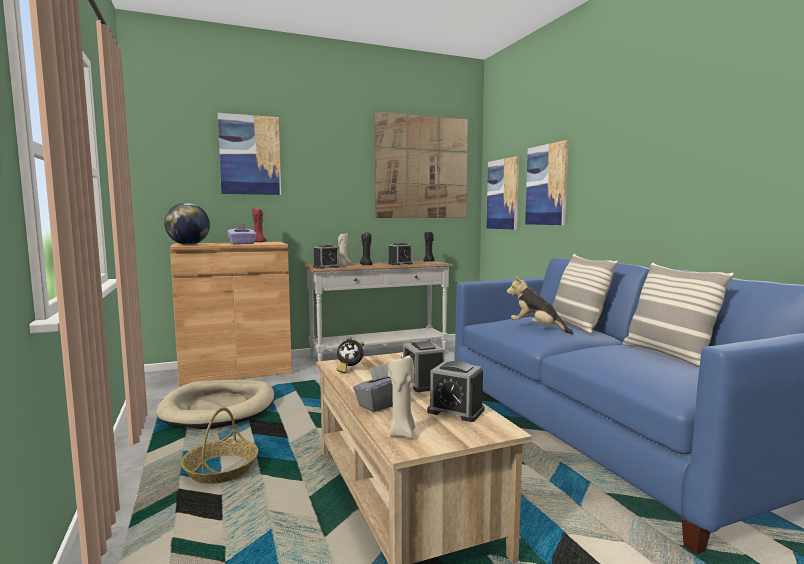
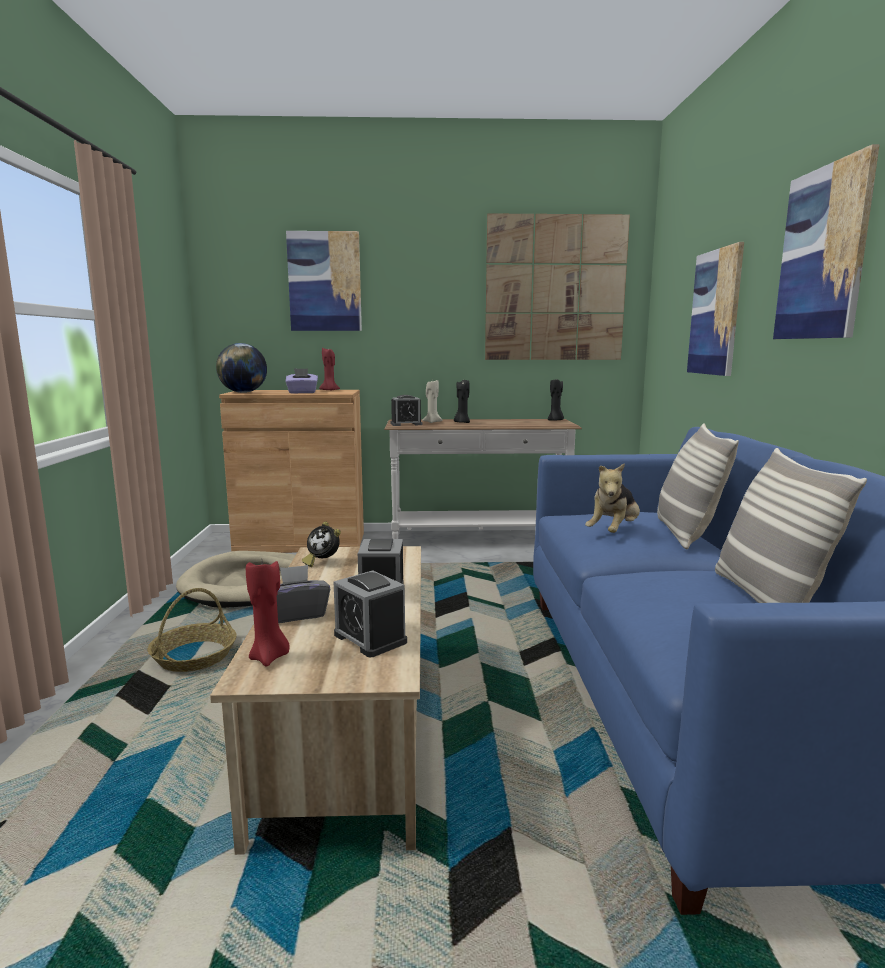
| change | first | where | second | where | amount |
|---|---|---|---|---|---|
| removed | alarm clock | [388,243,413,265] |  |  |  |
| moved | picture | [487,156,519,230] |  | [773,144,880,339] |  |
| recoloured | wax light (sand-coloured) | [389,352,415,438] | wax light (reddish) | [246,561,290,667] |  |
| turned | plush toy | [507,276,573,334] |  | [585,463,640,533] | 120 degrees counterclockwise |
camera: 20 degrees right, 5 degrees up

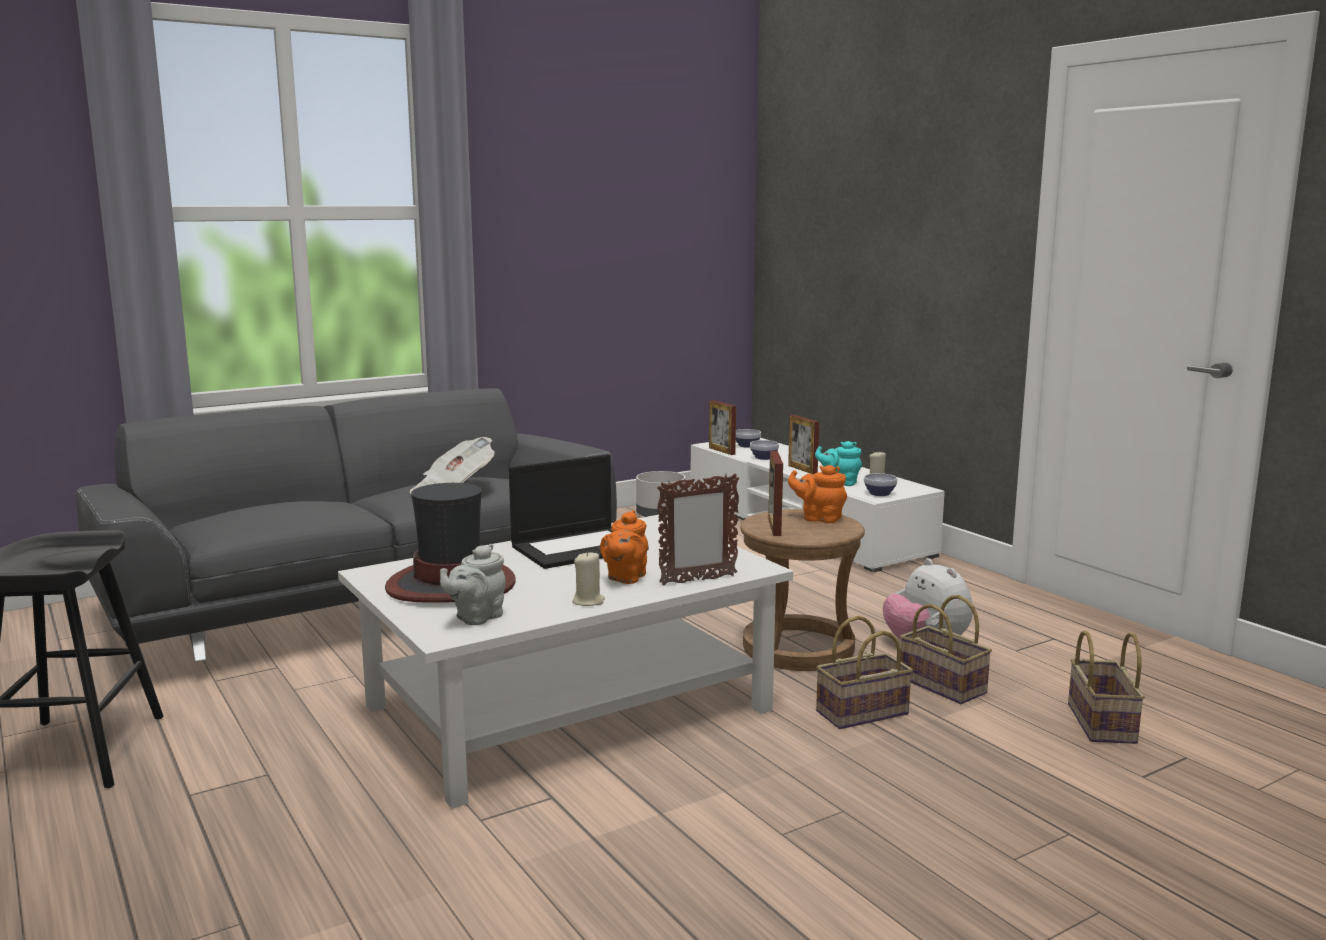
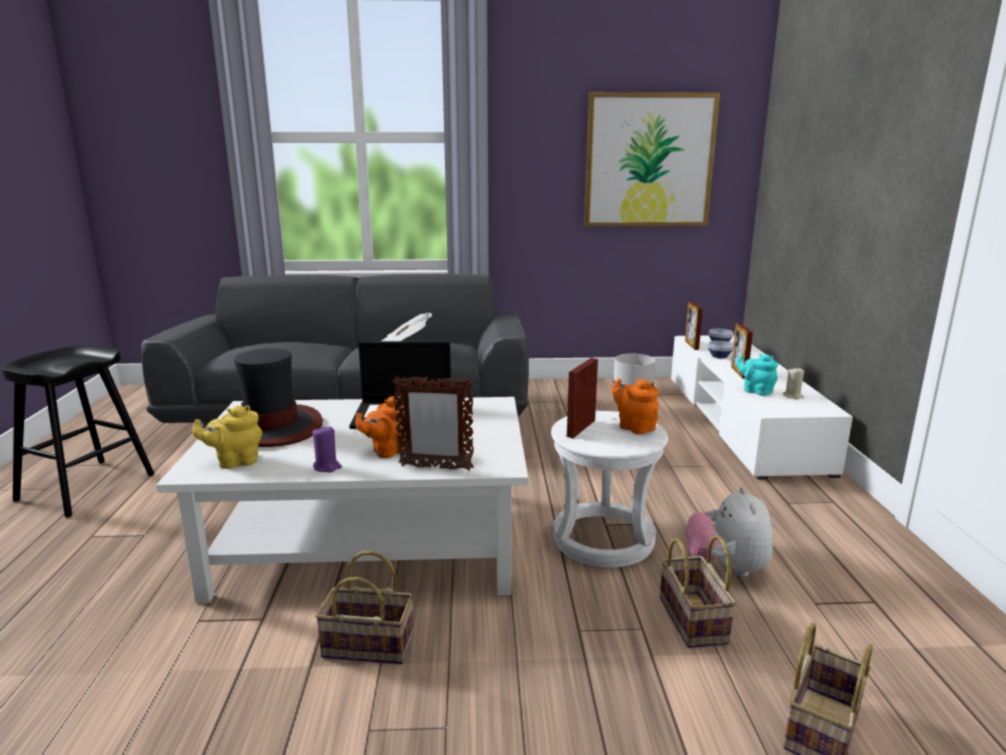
| change | first | where | second | where | amount |
|---|---|---|---|---|---|
| removed | bowl | [864,473,897,496] |  |  |  |
| added |  |  | picture | [584,92,720,226] |  |
| moved | basket | [816,616,913,729] |  | [315,551,414,664] |  |
| recoloured | teapot (gray) | [440,544,506,625] | teapot (yellow) | [192,406,262,469] |  |
| recoloured | wax light (sand-coloured) | [572,551,605,606] | wax light (purplish) | [312,426,342,472] |  |
| recoloured | stool (brown) | [740,509,865,671] | stool (whitish) | [551,411,668,567] |  |
camera: 30 degrees right, 5 degrees up

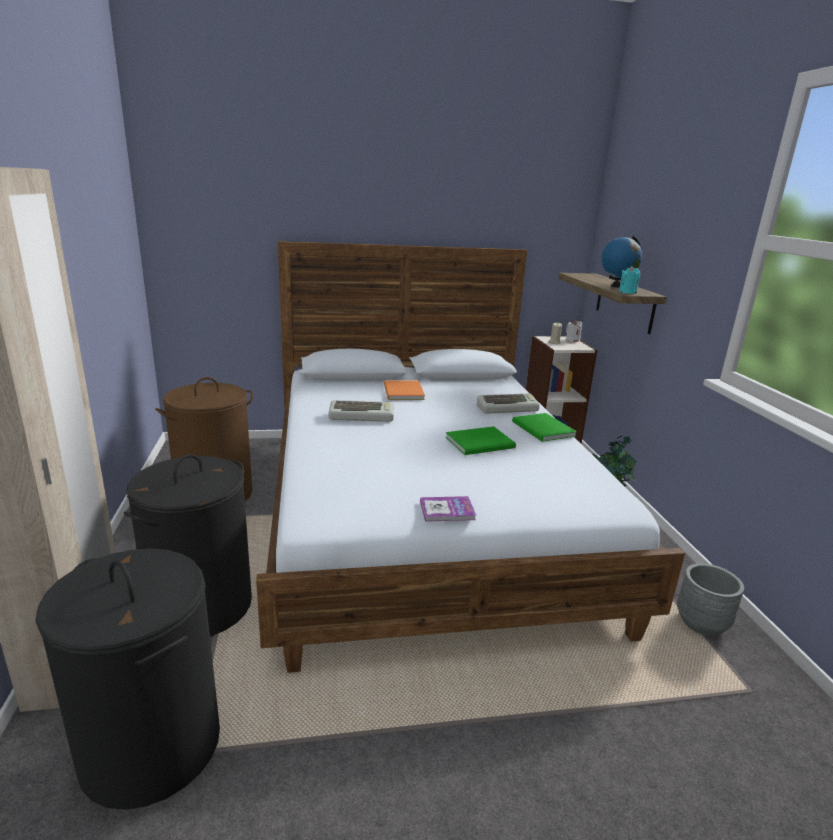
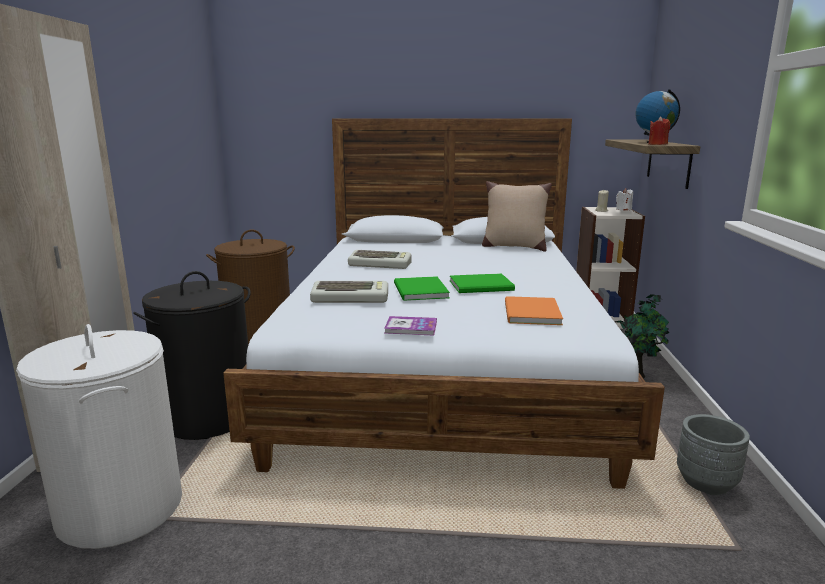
| change | first | where | second | where | amount |
|---|---|---|---|---|---|
| added |  |  | cushion (sand-coloured) | [482,181,552,252] |  |
| moved | bound book (orange-coloured) | [384,380,425,400] |  | [505,296,563,325] |  |
| moved | PC keyboard | [477,393,540,414] |  | [310,281,388,303] |  |
| moved | bound book (green-coloured) | [512,413,577,442] |  | [394,276,450,301] |  |
| recoloured | washing basket (blackish) | [36,549,220,810] | washing basket (whitish) | [16,324,182,549] |  |
| recoloured | wax light (blue-green) | [619,266,641,294] | wax light (reddish) | [648,116,671,145] |  |
camera: 15 degrees right, 5 degrees down

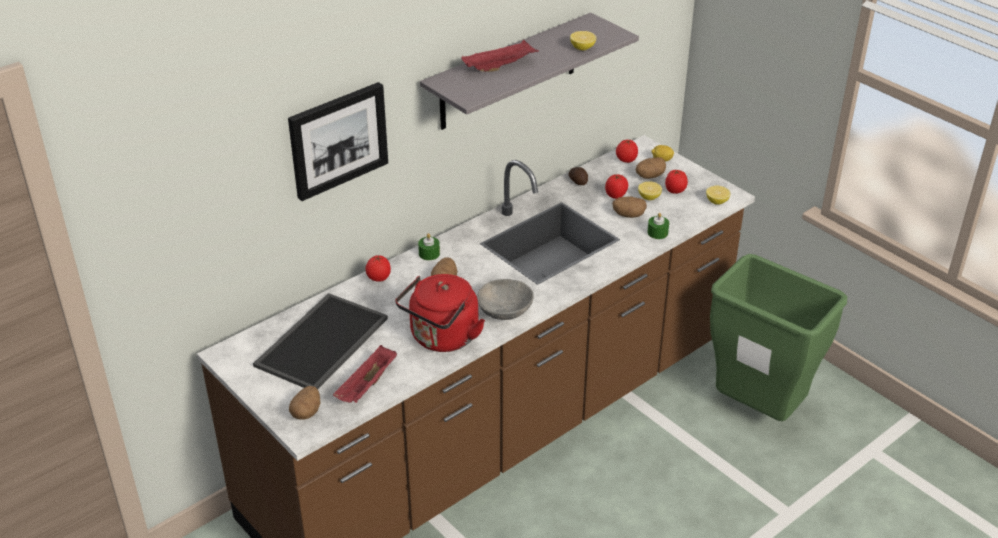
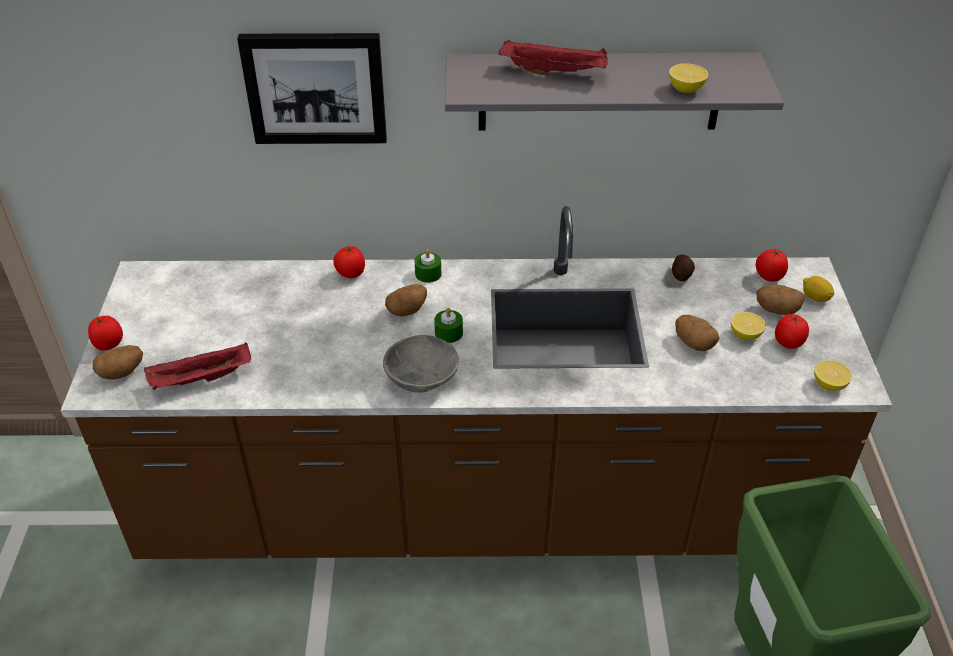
| change | first | where | second | where | amount |
|---|---|---|---|---|---|
| removed | carrying tray | [253,293,388,389] |  |  |  |
| removed | kettle (reddish) | [395,274,485,352] |  |  |  |
| moved | fresh tomato | [605,174,628,199] |  | [88,316,123,351] |  |
| moved | wax light (green-coloured) | [647,213,669,239] |  | [434,308,463,343] |  |
camera: 40 degrees right, 5 degrees up

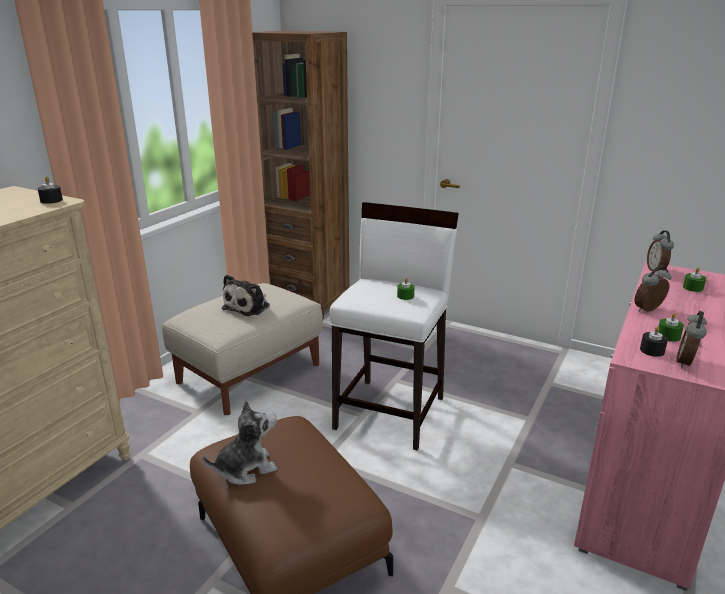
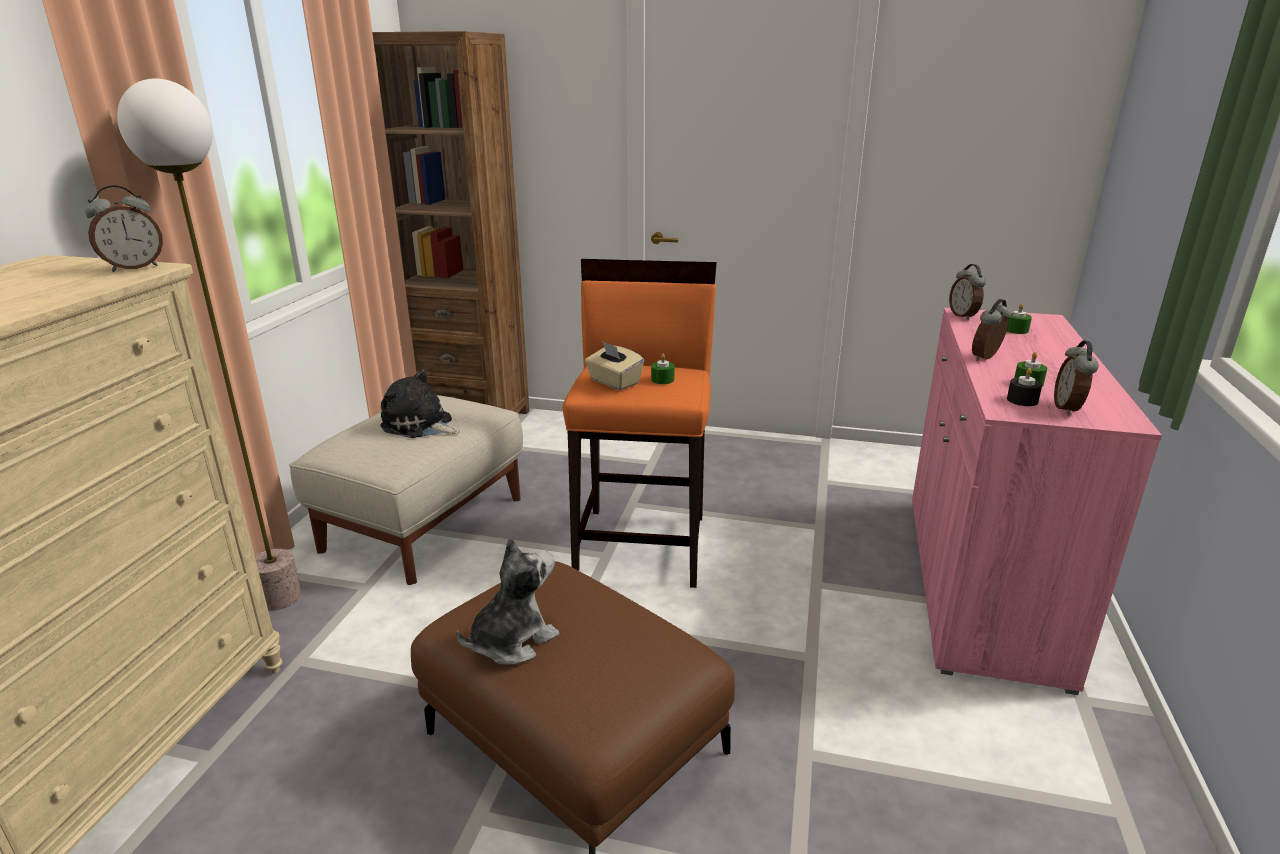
| change | first | where | second | where | amount |
|---|---|---|---|---|---|
| added |  |  | standing lamp | [117,78,301,611] |  |
| added |  |  | tissue box (sand-coloured) | [585,341,644,390] |  |
| replaced | wax light (blackish) | [37,176,63,204] | alarm clock | [85,186,163,272] |  |
| recoloured | stool (whitish) | [330,202,459,451] | stool (orange-coloured) | [562,259,717,588] |  |
| turned | plush toy | [222,275,270,316] |  | [380,369,460,438] | 105 degrees clockwise |
camera: 15 degrees left, 0 degrees up

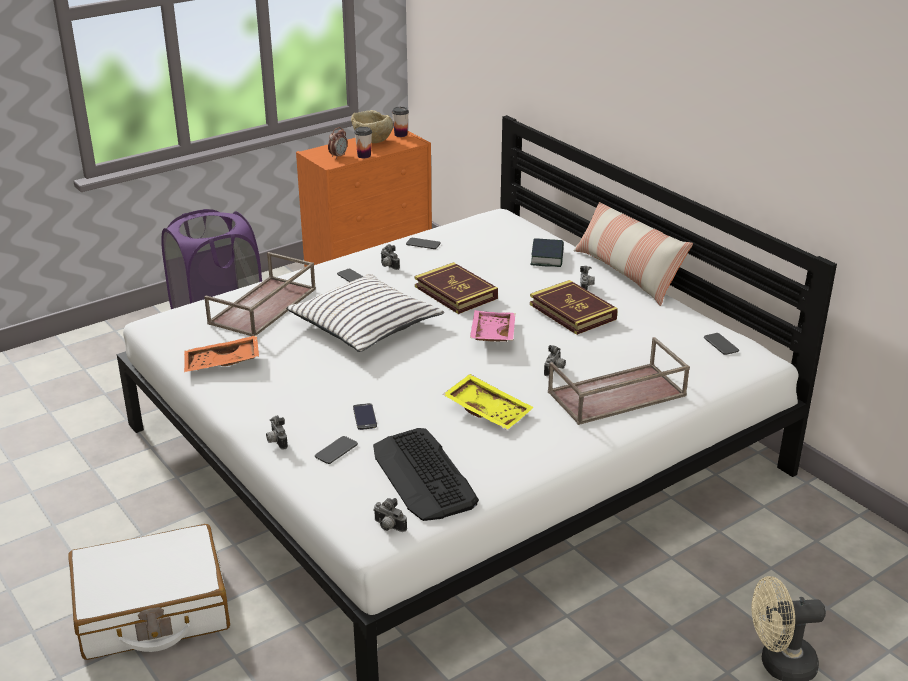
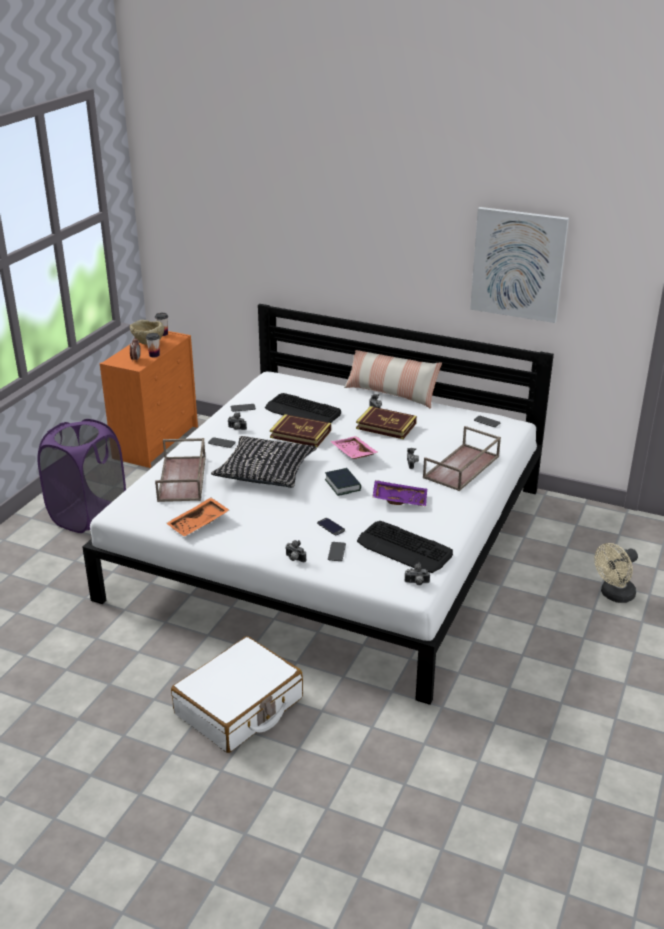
| change | first | where | second | where | amount |
|---|---|---|---|---|---|
| added |  |  | PC keyboard | [265,393,341,423] |  |
| added |  |  | picture | [470,207,569,323] |  |
| moved | bound book | [531,238,564,267] |  | [325,468,361,496] |  |
| recoloured | cushion (whitish) | [286,274,444,352] | cushion (blackish) | [211,436,317,488] |  |
| recoloured | carrying tray (yellow) | [442,374,533,430] | carrying tray (purplish) | [372,480,427,507] |  |
camera: 30 degrees left, 0 degrees up

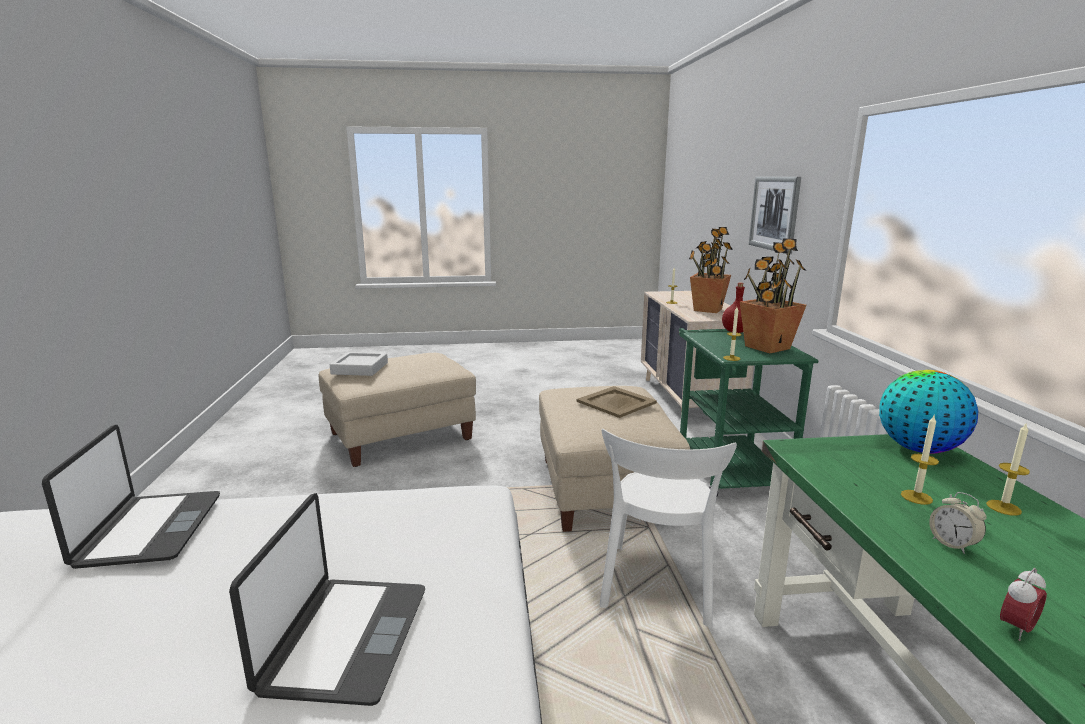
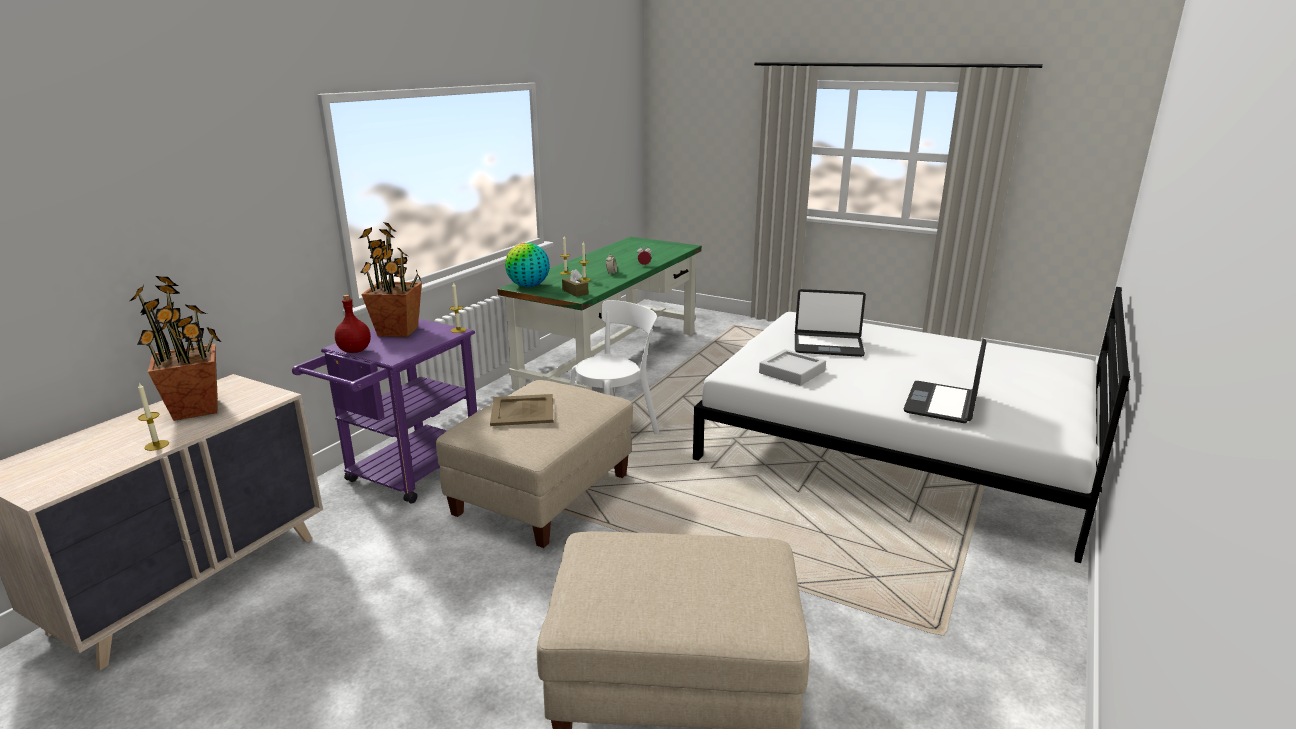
| change | first | where | second | where | amount |
|---|---|---|---|---|---|
| removed | picture | [749,177,801,254] |  |  |  |
| added |  |  | tissue box (brown) | [562,269,588,297] |  |
| moved | carrying tray (gray) | [330,352,388,376] |  | [759,349,826,386] |  |
| recoloured | trolley (green-coloured) | [679,328,818,496] | trolley (purplish) | [292,319,477,504] |  |
| turned | portable computer | [229,493,425,706] |  | [795,289,866,357] | 120 degrees counterclockwise |
camera: 145 degrees left, 5 degrees up

